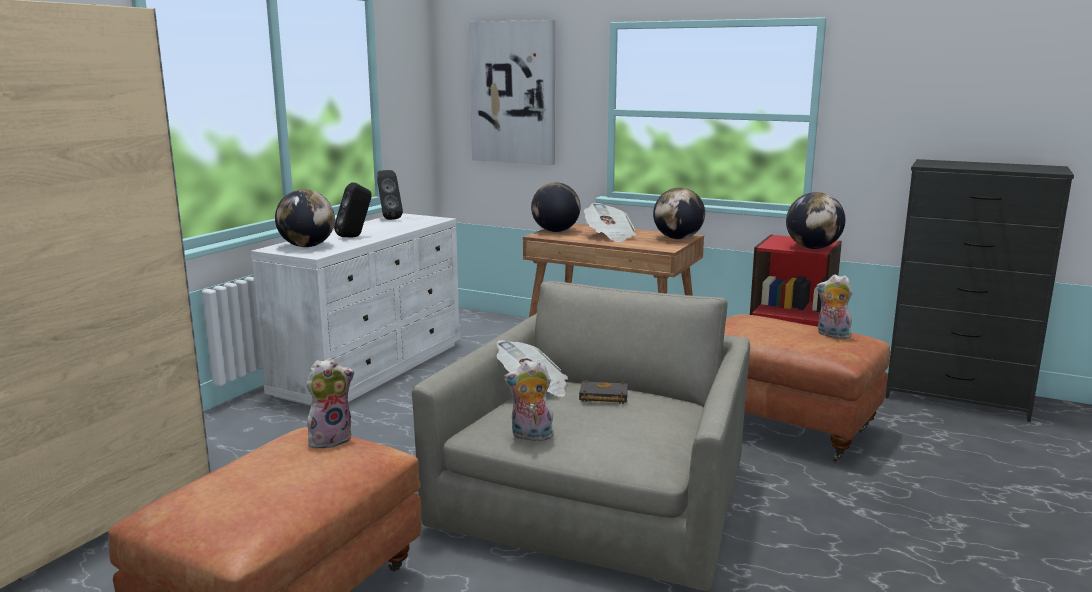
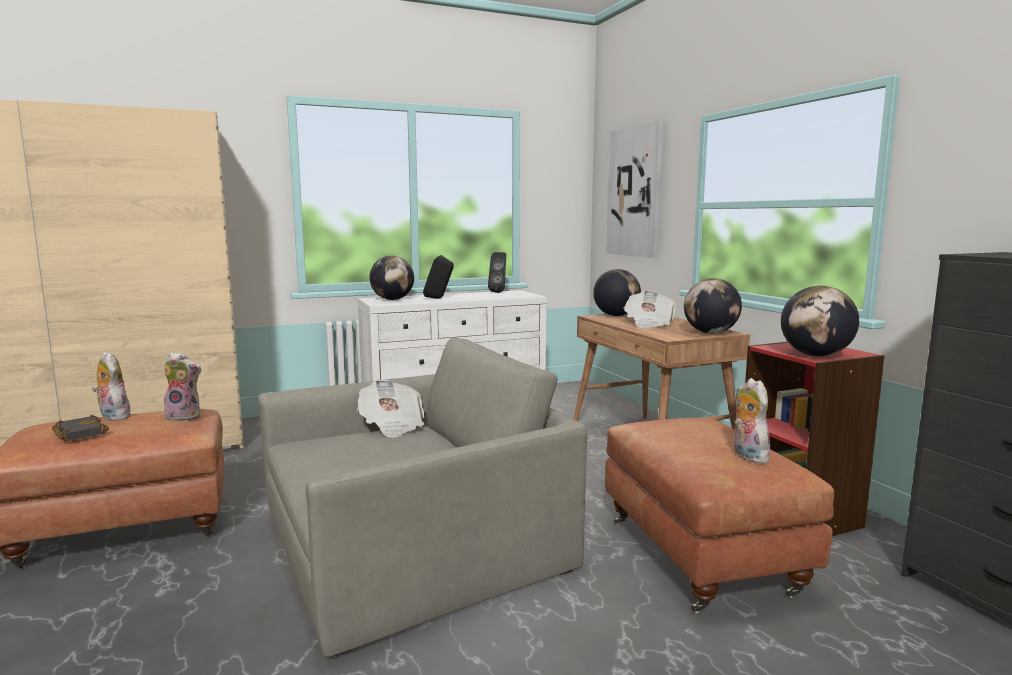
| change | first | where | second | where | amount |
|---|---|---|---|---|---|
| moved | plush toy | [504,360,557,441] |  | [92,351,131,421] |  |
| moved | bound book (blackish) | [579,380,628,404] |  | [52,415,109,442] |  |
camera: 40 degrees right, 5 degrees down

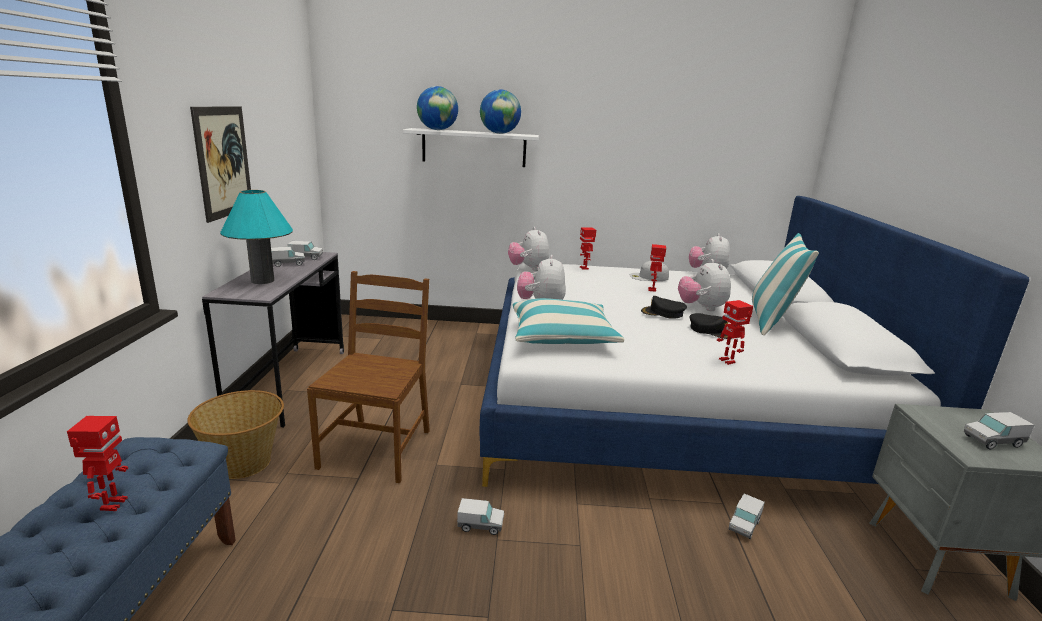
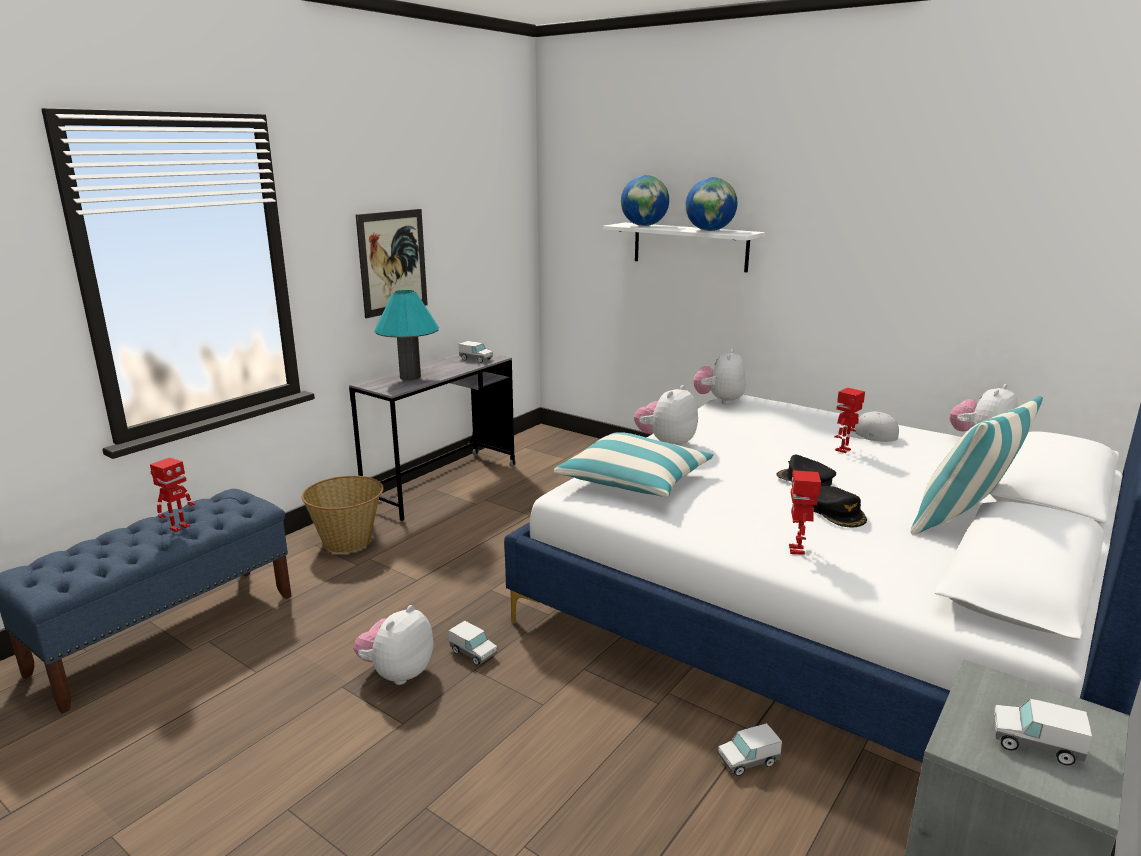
| change | first | where | second | where | amount |
|---|---|---|---|---|---|
| removed | toy truck | [271,247,305,267] |  |  |  |
| removed | plain chair (brown) | [307,271,430,483] |  |  |  |
| removed | model robot | [580,227,596,270] |  |  |  |
| moved | plush toy | [678,259,731,311] |  | [353,605,434,685] |  |
camera: 35 degrees right, 0 degrees up

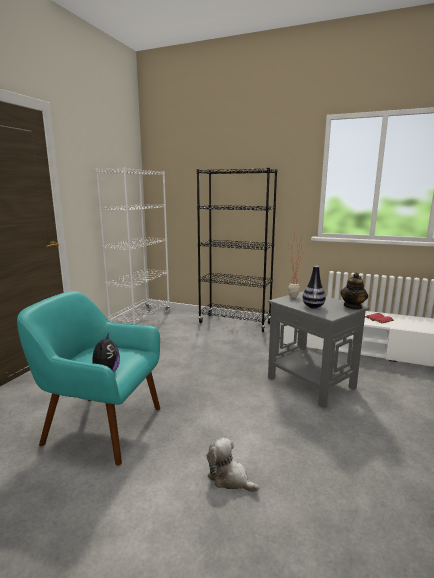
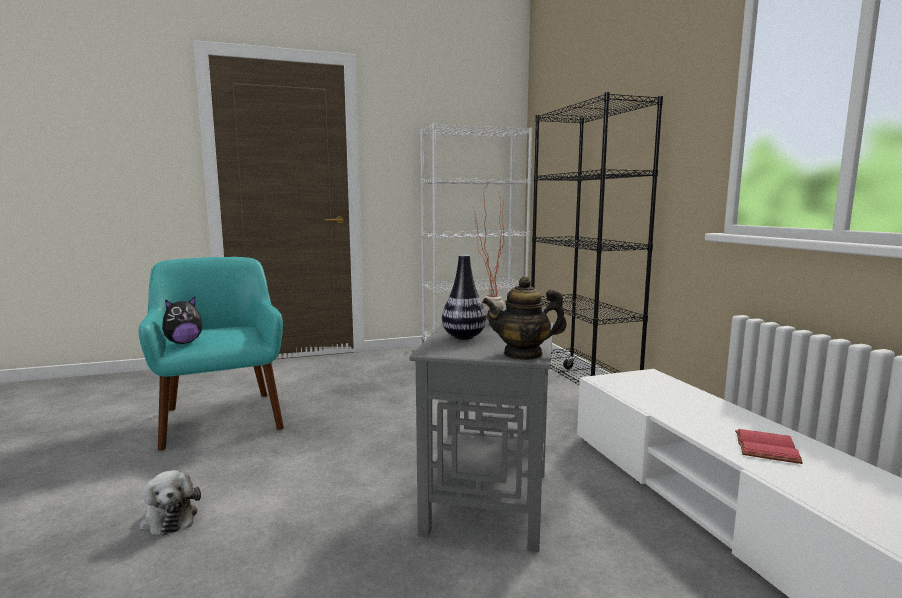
| change | first | where | second | where | amount |
|---|---|---|---|---|---|
| turned | plush toy | [207,437,259,492] |  | [139,470,201,536] | 150 degrees clockwise |
camera: 50 degrees right, 5 degrees down

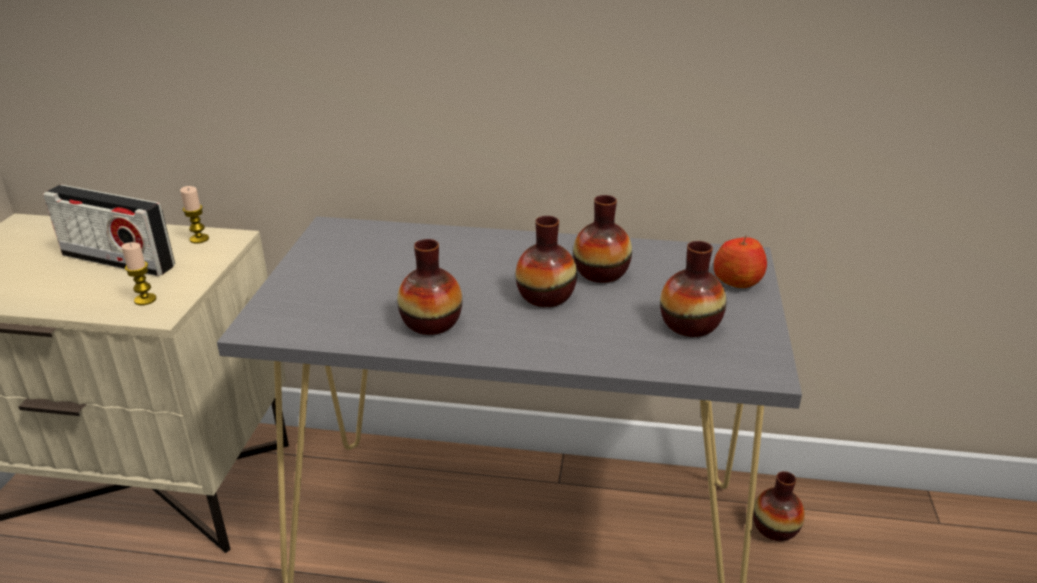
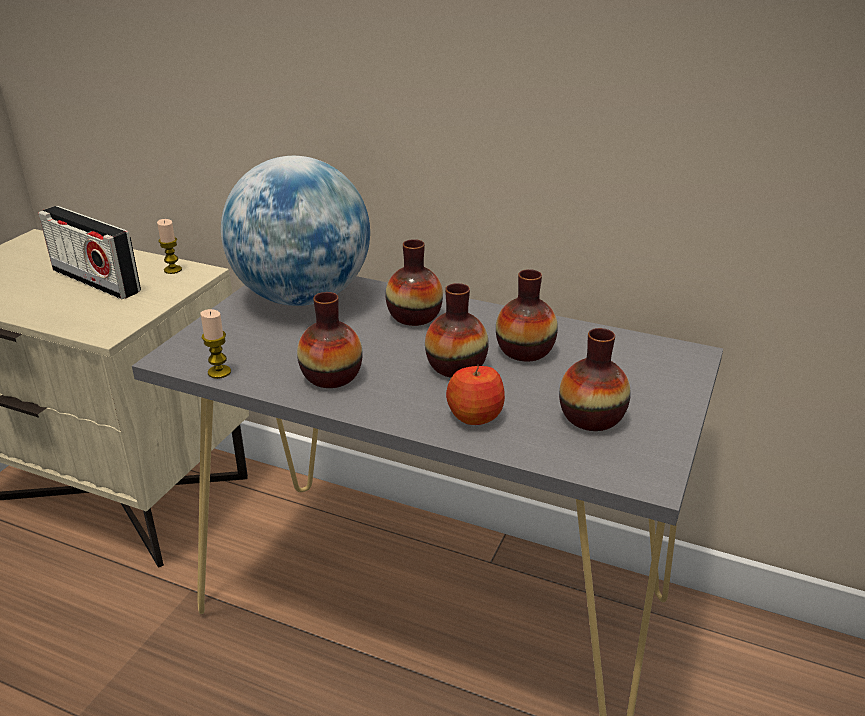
| change | first | where | second | where | amount |
|---|---|---|---|---|---|
| added |  |  | world globe | [221,156,370,306] |  |
| moved | wax light | [121,242,157,305] |  | [200,309,231,379] |  |
| moved | apple | [714,235,767,288] |  | [446,365,505,425] |  |
| moved | decorative vase | [753,471,805,541] |  | [386,239,443,326] |  |
camera: 15 degrees right, 0 degrees up

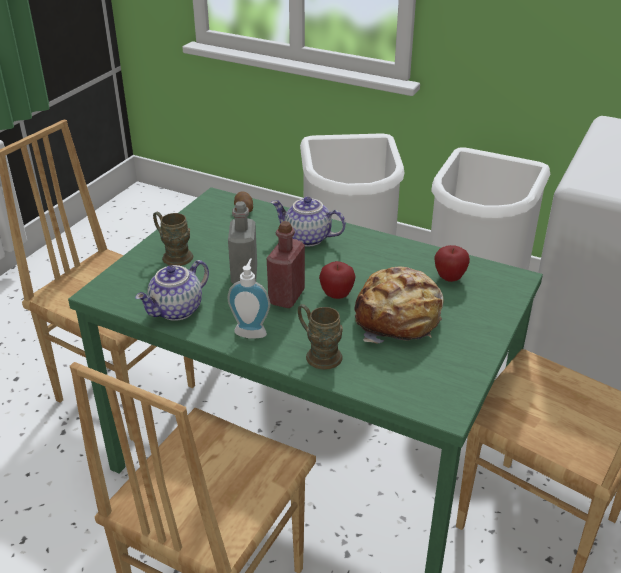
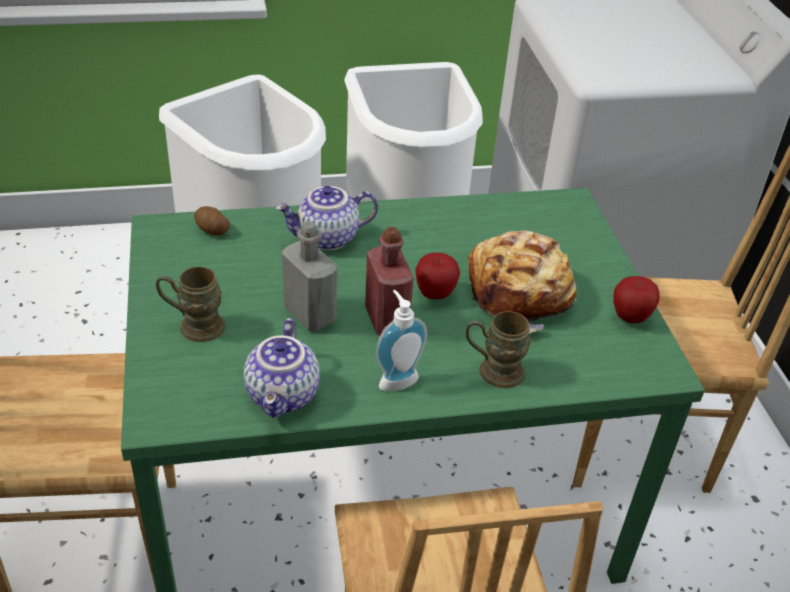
| change | first | where | second | where | amount |
|---|---|---|---|---|---|
| moved | apple | [435,245,470,282] |  | [613,276,660,323] |  |
camera: 40 degrees left, 5 degrees up

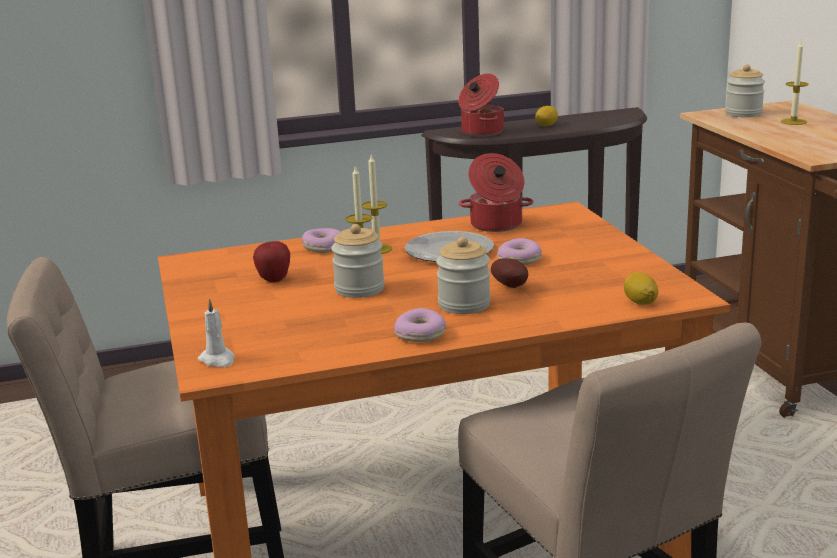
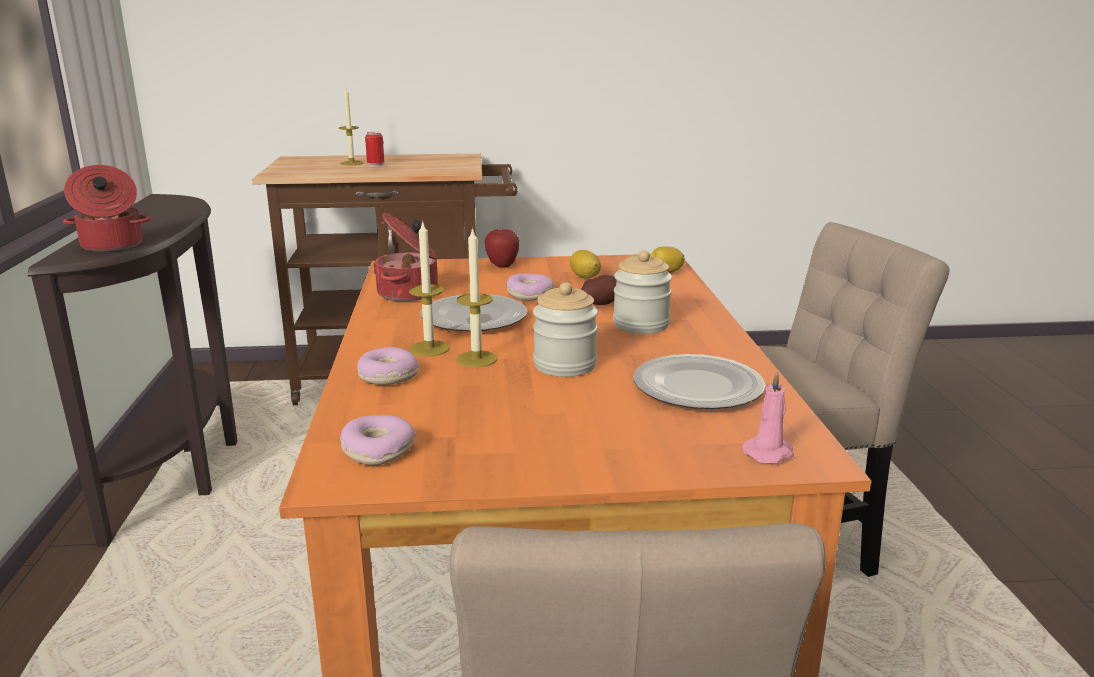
| change | first | where | second | where | amount |
|---|---|---|---|---|---|
| removed | jar | [725,64,765,117] |  |  |  |
| added |  |  | can | [365,132,384,167] |  |
| added |  |  | flat dish | [634,354,766,409] |  |
| moved | apple | [253,241,290,282] |  | [484,228,520,267] |  |
| moved | ring doughnut | [394,308,446,342] |  | [340,415,416,465] |  |
| moved | citrus fruit | [535,106,558,126] |  | [570,250,601,278] |  |
| recoloured | wax light (whitish) | [198,298,235,367] | wax light (pink) | [742,370,794,463] |  |
camera: 80 degrees left, 0 degrees up

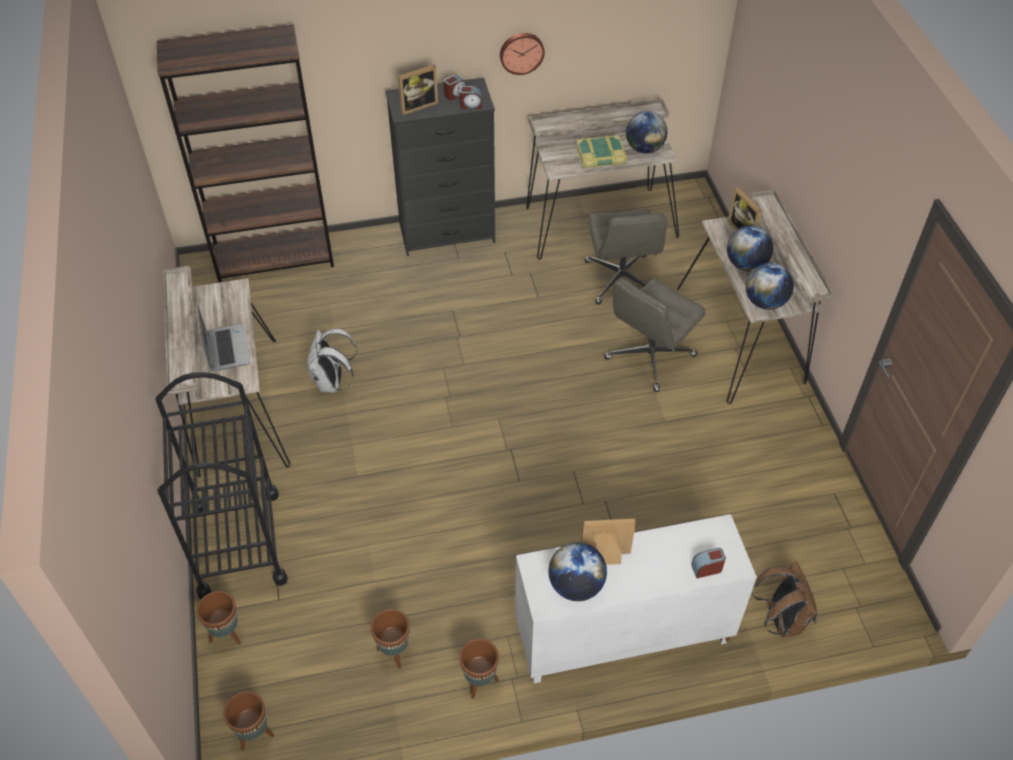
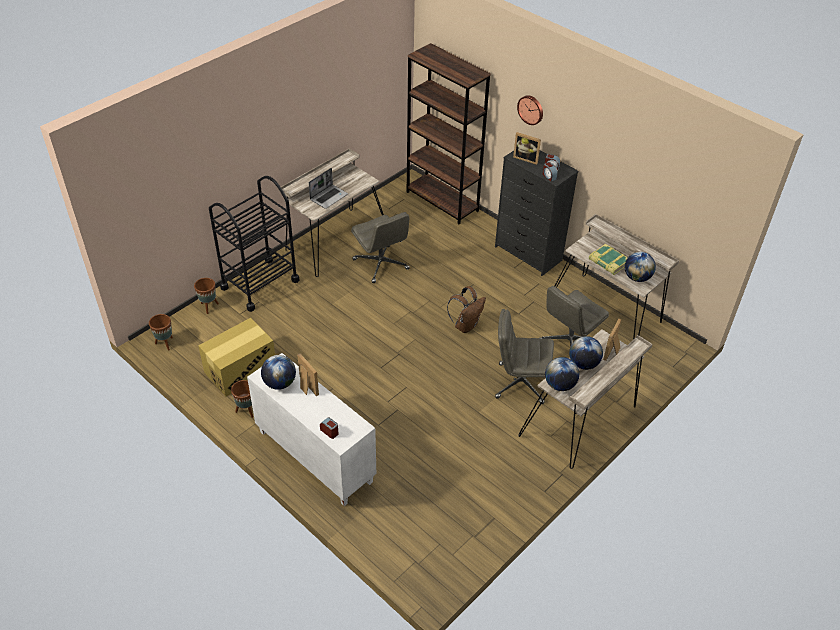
| change | first | where | second | where | amount |
|---|---|---|---|---|---|
| moved | hanging clock | [500,33,545,75] |  | [517,95,543,125] |  |
| moved | backpack (brown) | [752,561,818,637] |  | [447,286,486,333] |  |
| replaced | backpack (whitish) | [307,328,357,393] | computer chair (gray) | [351,212,410,283] |  |
| replaced | planter (brown) | [371,609,410,669] | packing box | [198,318,275,396] |  |
camera: 55 degrees right, 5 degrees down

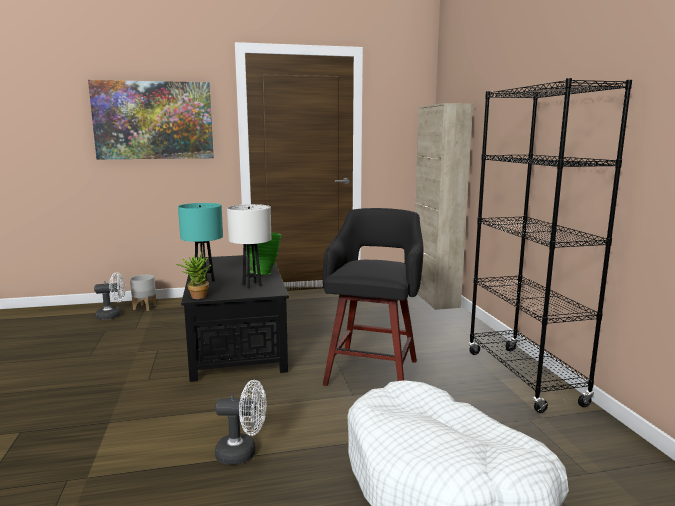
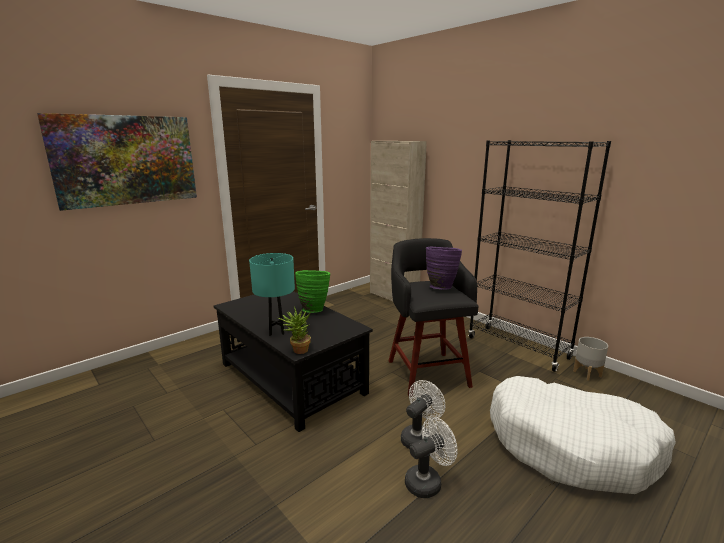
| change | first | where | second | where | amount |
|---|---|---|---|---|---|
| removed | tabletop lamp (whitish) | [227,204,271,288] |  |  |  |
| added |  |  | decorative vase (purplish) | [426,247,462,290] |  |
| moved | fan (whitish) | [94,272,126,320] |  | [401,380,445,449] |  |
| moved | planter (gray) | [130,275,157,311] |  | [573,337,608,381] |  |
camera: 30 degrees left, 5 degrees up

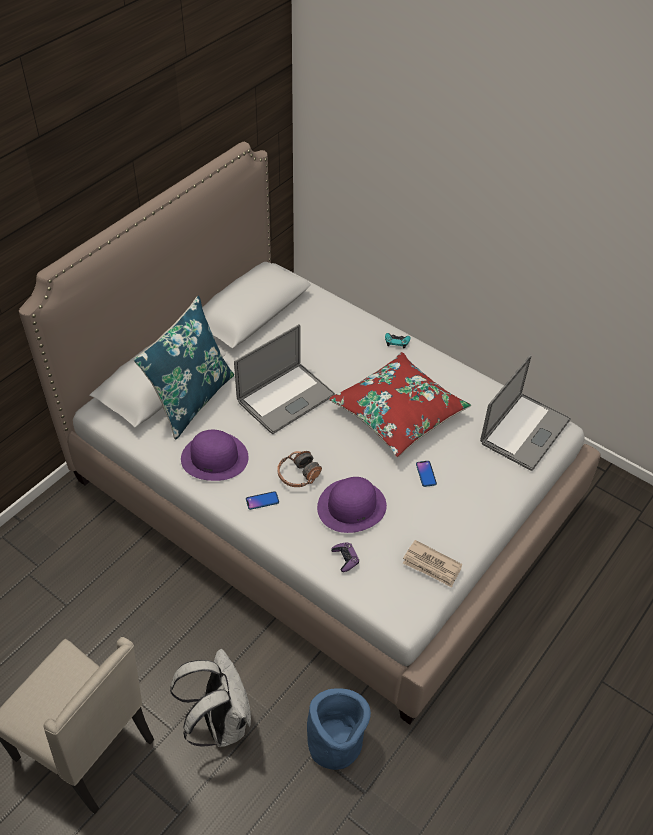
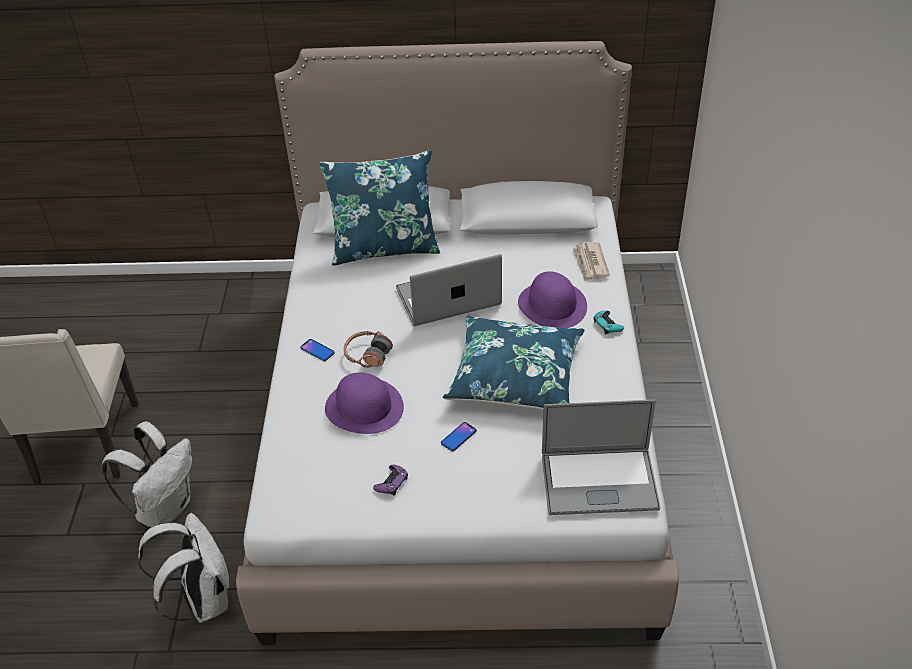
| change | first | where | second | where | amount |
|---|---|---|---|---|---|
| moved | wearable hat (purplish) | [181,430,249,481] |  | [518,271,587,328] |  |
| moved | gamepad (purplish) | [331,542,359,572] |  | [373,465,408,495] |  |
| moved | newspaper | [403,540,463,587] |  | [573,242,610,281] |  |
| replaced | planter (blue-coloured) | [307,688,371,770] | backpack (whitish) | [138,513,229,623] |  |
| recoloured | cushion (reddish) | [329,352,471,457] | cushion (blue-coloured) | [443,316,585,410] |  |
| turned | portable computer | [234,324,335,434] |  | [396,254,502,326] | 150 degrees clockwise |
camera: 55 degrees right, 5 degrees down

